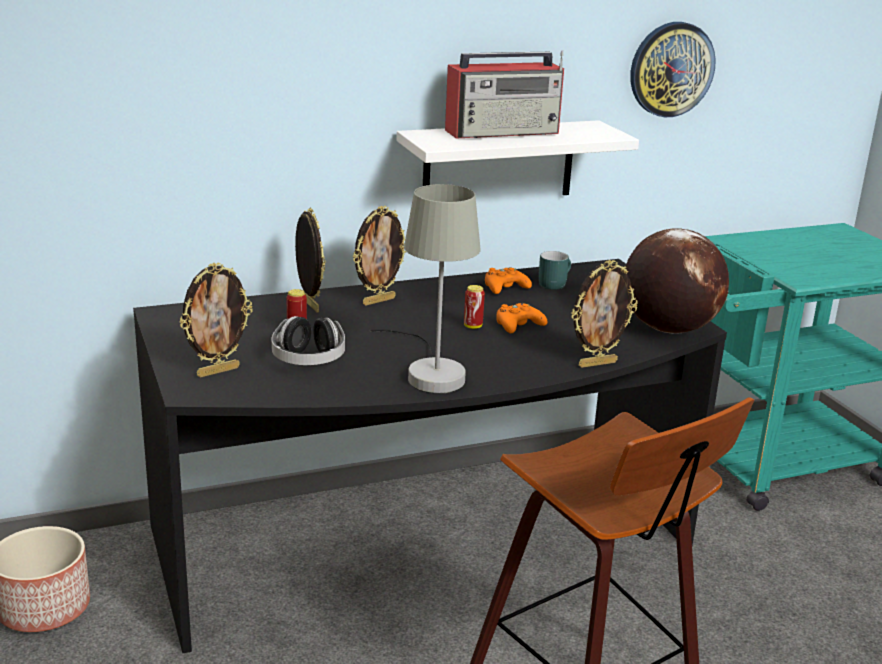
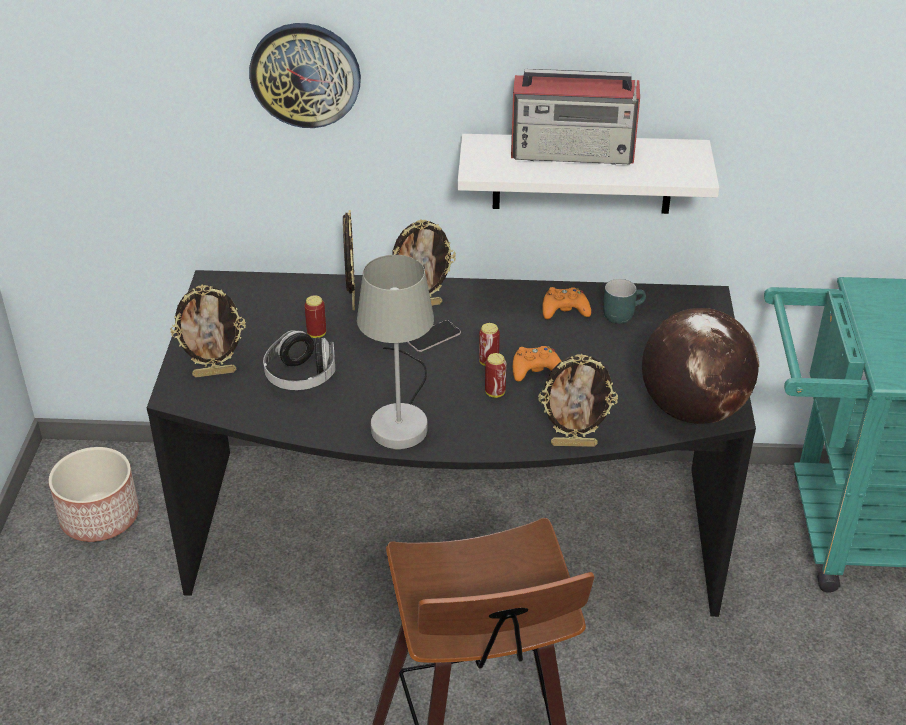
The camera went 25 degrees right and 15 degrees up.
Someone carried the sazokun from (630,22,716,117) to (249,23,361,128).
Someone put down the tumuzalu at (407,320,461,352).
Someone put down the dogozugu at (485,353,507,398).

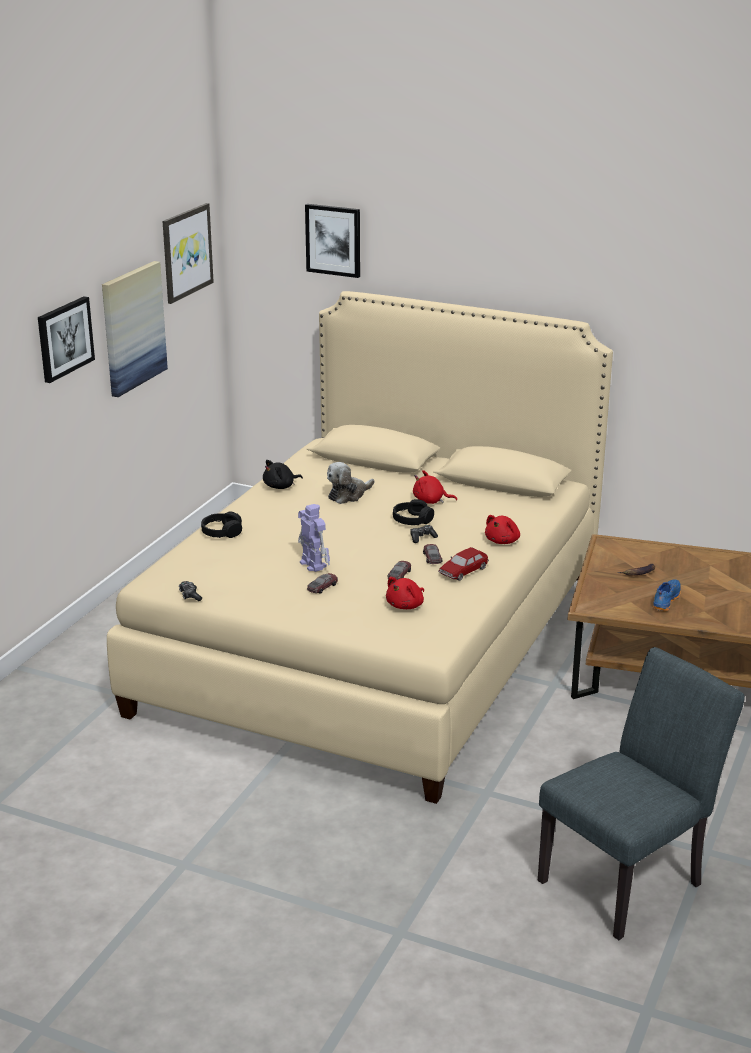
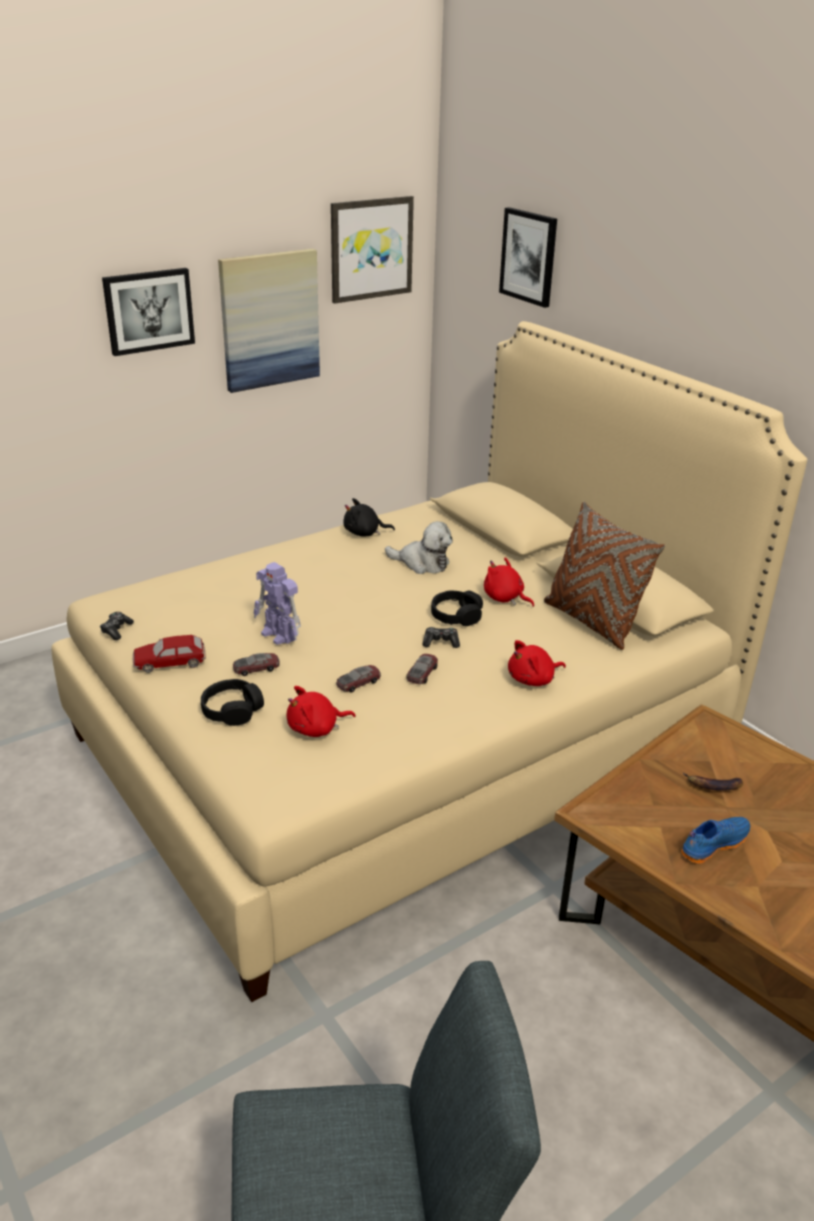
The camera went 30 degrees right and 5 degrees up.
Someone rotated the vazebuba at (327,462,375,504) by 150 degrees counterclockwise.
Someone rotated the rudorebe at (298,504,330,572) by 135 degrees clockwise.
Someone carried the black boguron from (201,511,242,538) to (201,679,264,726).
Someone carried the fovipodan from (438,547,489,581) to (133,635,206,673).
Someone put down the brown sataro at (544,501,665,650).

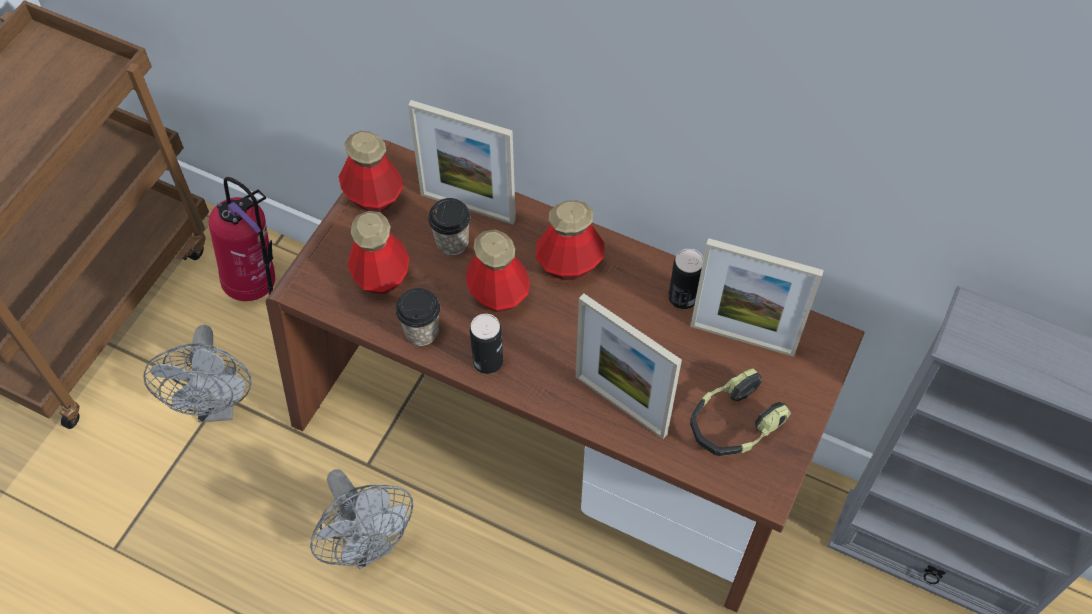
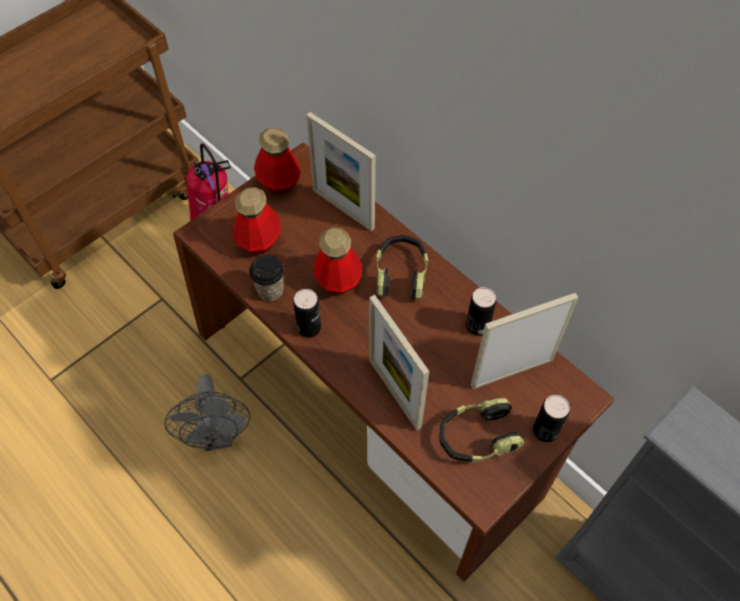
The camera went 20 degrees right and 0 degrees up.
Someone took away the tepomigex at (428,198,471,255).
Someone swapped the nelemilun at (536,201,605,280) for the boguron at (376,235,428,300).
Someone rotated the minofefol at (690,238,824,357) by 120 degrees clockwise.
Someone took away the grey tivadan at (144,325,252,423).
Someone put down the dogozugu at (533,395,570,442).

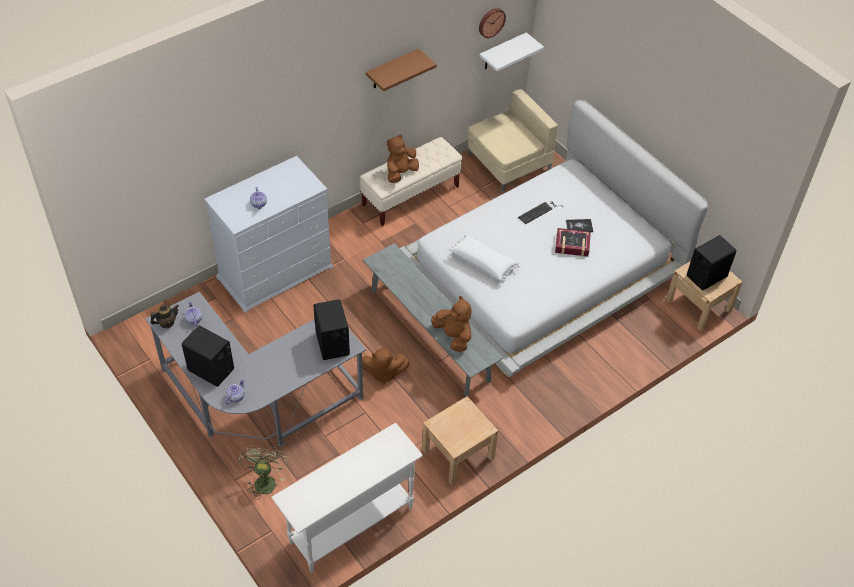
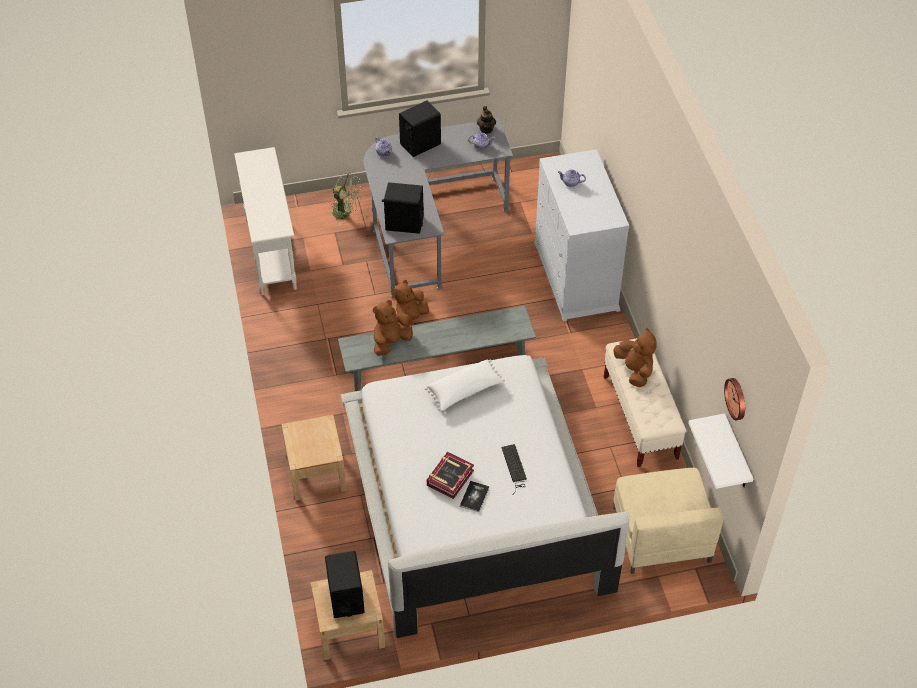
The camera went 115 degrees right and 0 degrees up.
Someone took away the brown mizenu at (366,49,437,91).
Someone rotated the brown vazebuba at (431,296,472,352) by 150 degrees clockwise.
Someone carried the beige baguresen from (422,396,498,485) to (281,415,347,501).

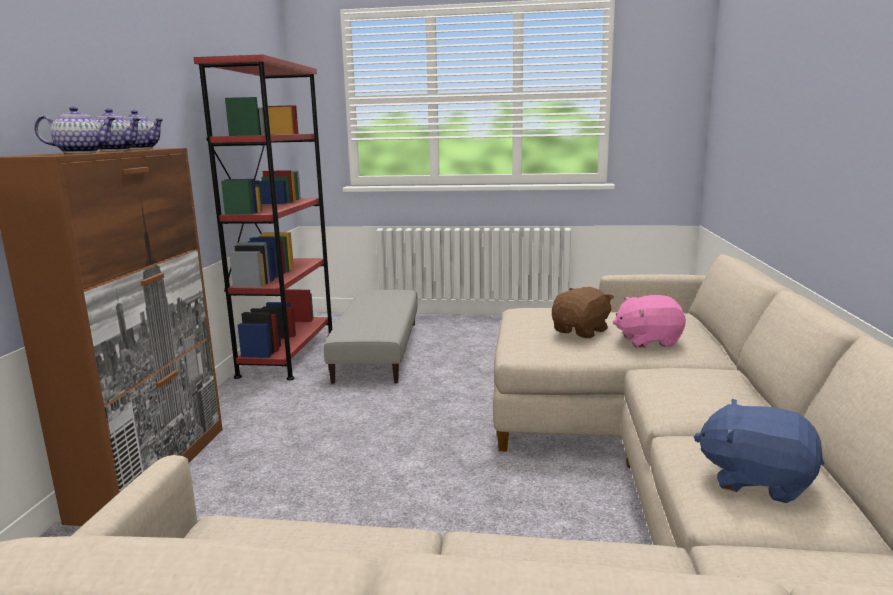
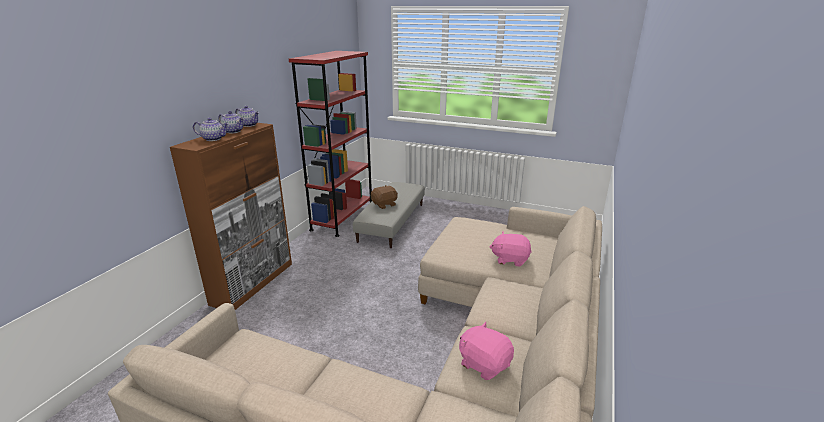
The camera went 15 degrees right and 10 degrees up.
Someone carried the brown vazebuba from (552,287,614,338) to (371,185,398,209).
Someone repainted the blue vazebuba at (694,399,824,503), which became the pink vazebuba at (459,322,514,380).

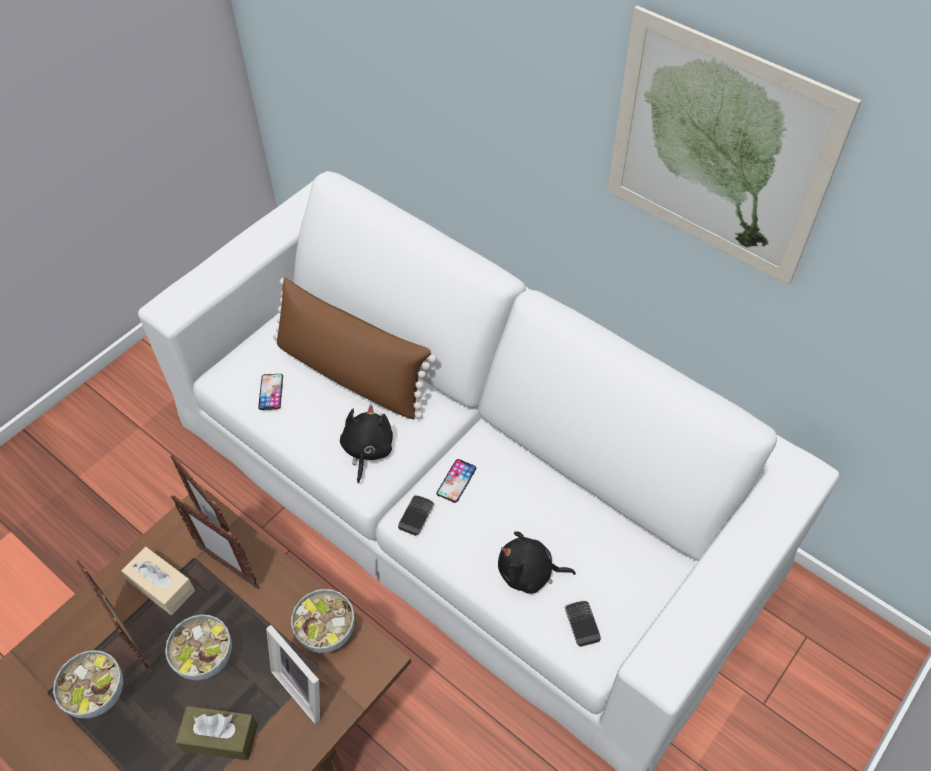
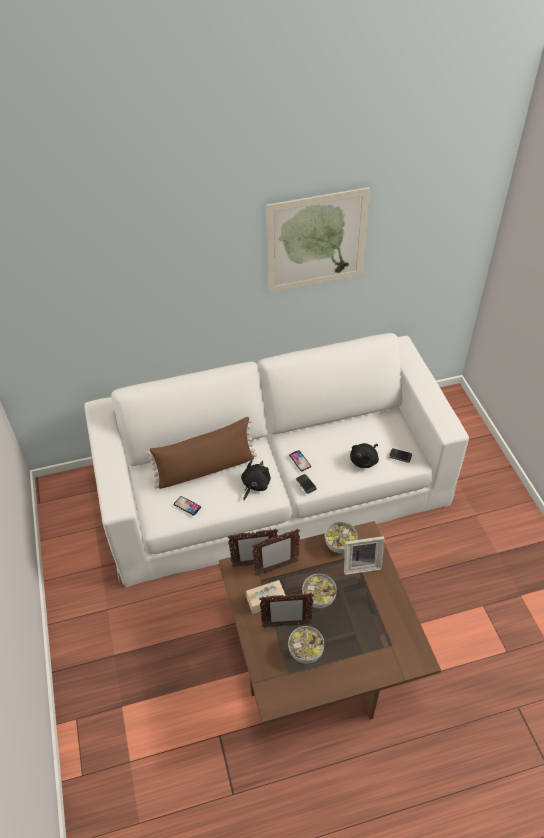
The camera went 55 degrees left and 5 degrees down.
Someone rotated the black vazebuba at (340,404,393,483) by 75 degrees clockwise.
Someone took away the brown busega at (175,706,258,760).

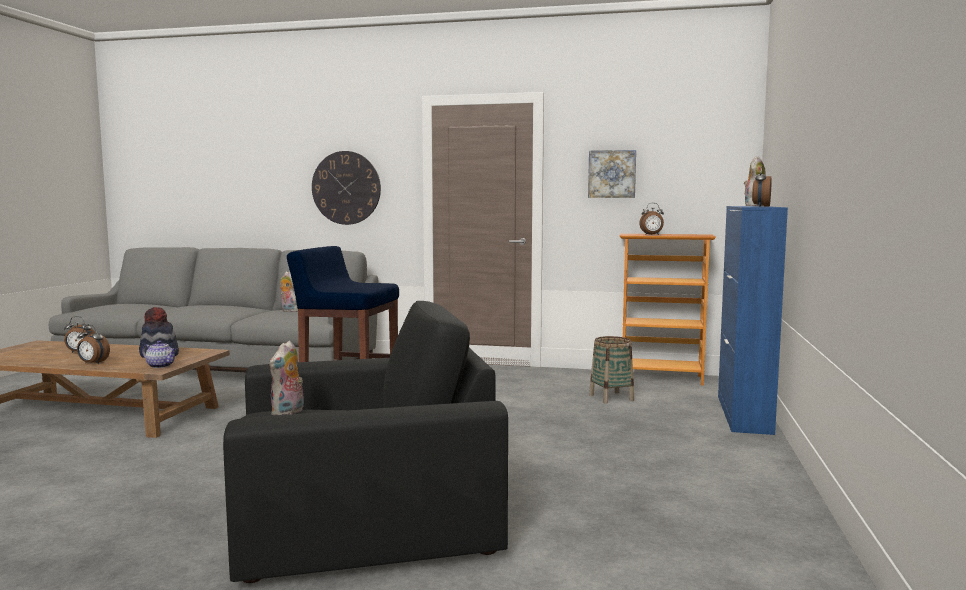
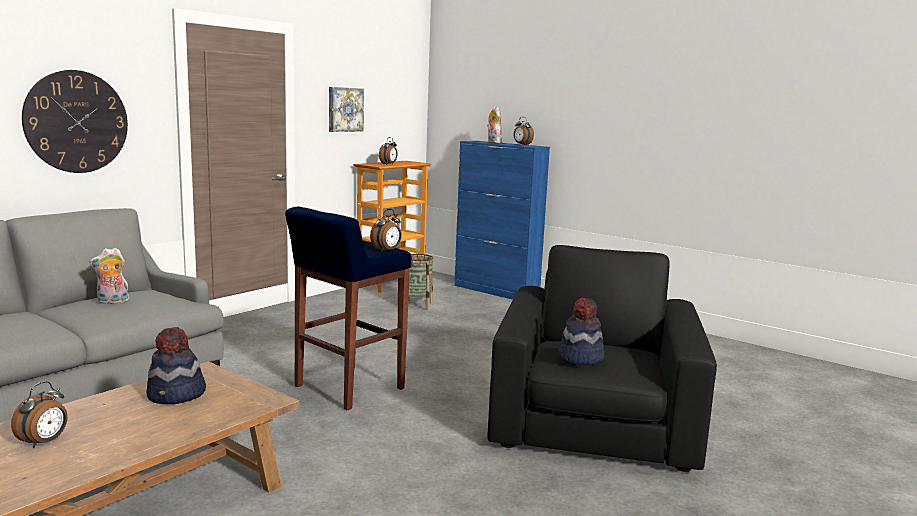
The camera went 65 degrees left and 5 degrees up.
Someone carried the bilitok from (77,325,110,364) to (370,209,402,252).
Someone took away the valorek at (142,340,177,368).
Someone swapped the vazebuba at (269,341,304,416) for the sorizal at (558,298,604,365).

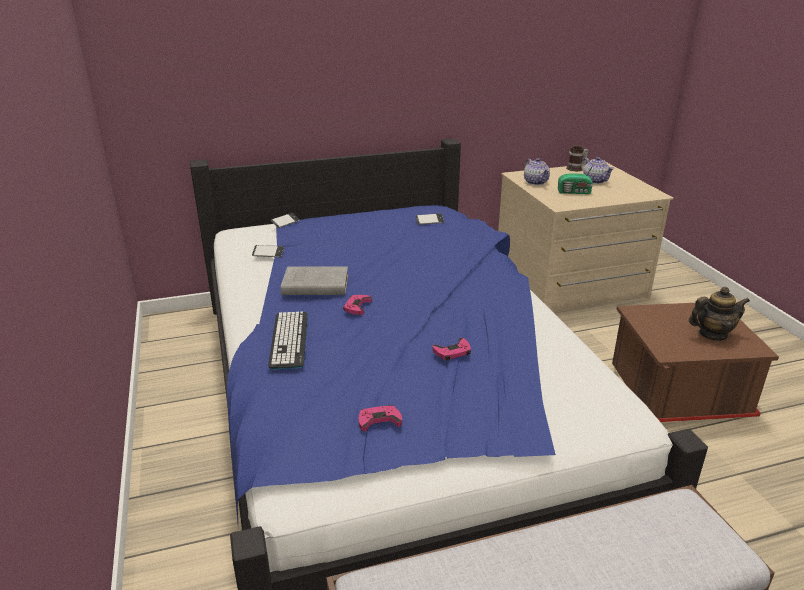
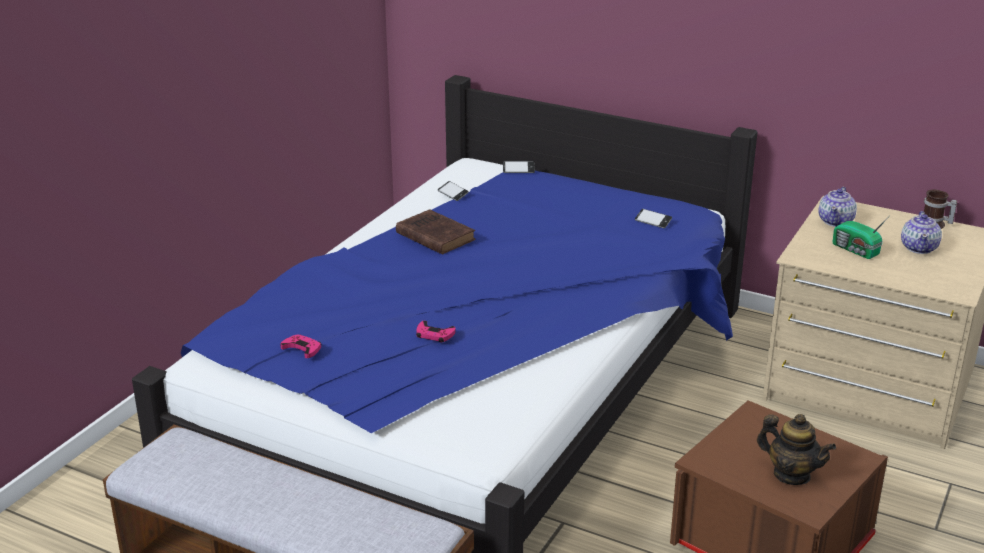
The camera went 45 degrees right and 0 degrees up.
Someone repainted the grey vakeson at (281,267,348,295), which became the brown vakeson at (396,209,475,254).
Someone took away the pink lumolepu at (343,295,372,315).
Someone took away the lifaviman at (268,311,308,369).

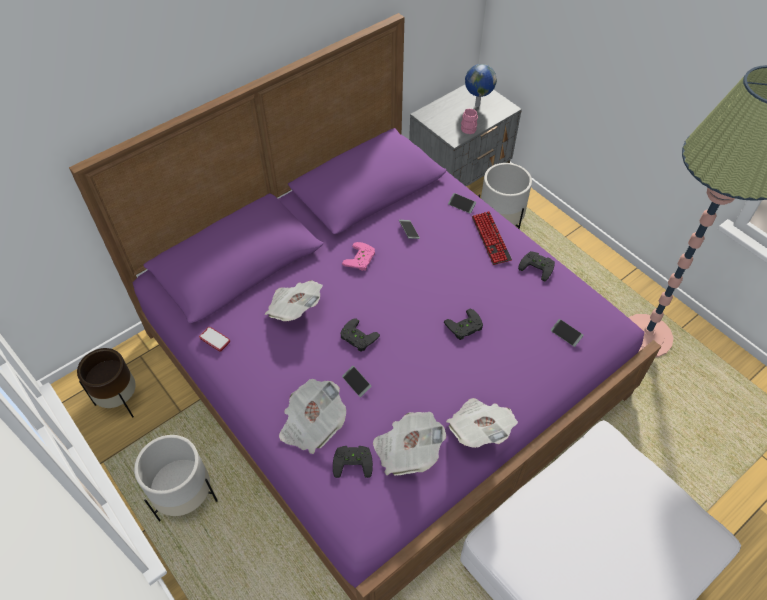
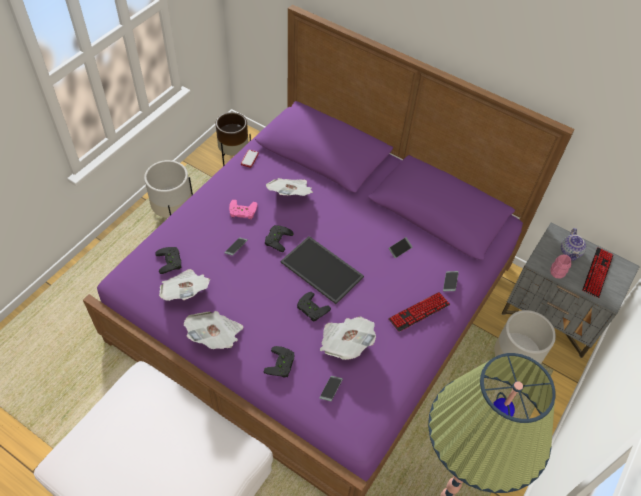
The camera went 70 degrees right and 0 degrees up.
Someone swapped the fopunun at (465,64,497,107) for the lifaviman at (582,247,613,298).
Someone carried the pink lumolepu from (342,242,375,271) to (229,200,258,219).
Someone carried the black lumolepu from (518,251,555,282) to (264,346,294,378).
Someone carried the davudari from (279,379,346,454) to (320,317,376,360).
Someone put down the valorek at (561,228,586,261).
Someone put down the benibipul at (281,236,364,304).

